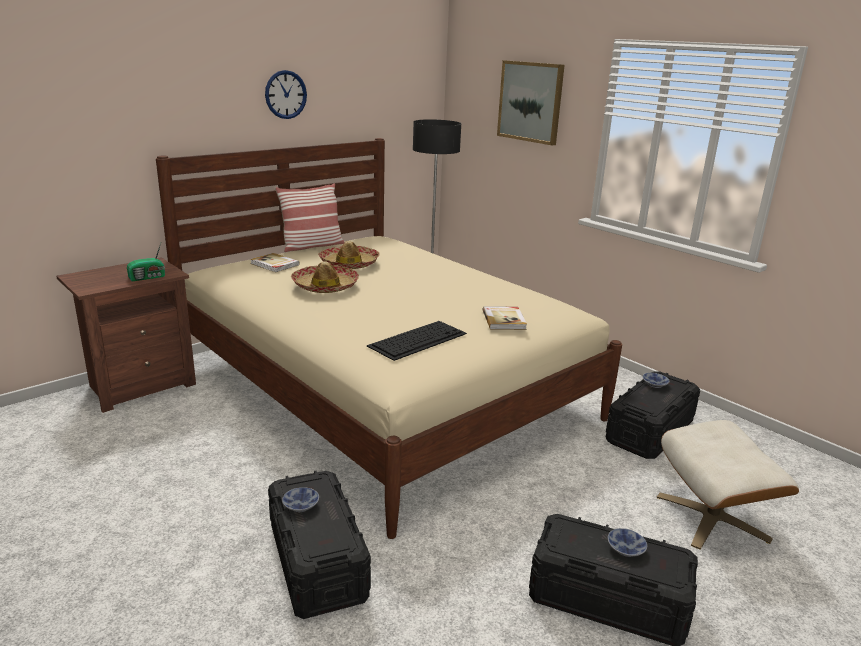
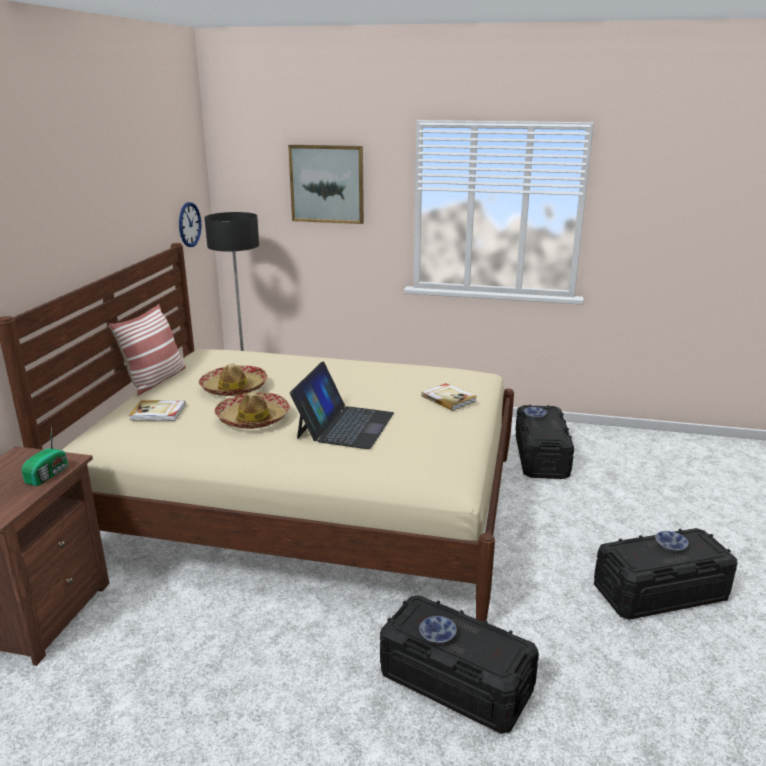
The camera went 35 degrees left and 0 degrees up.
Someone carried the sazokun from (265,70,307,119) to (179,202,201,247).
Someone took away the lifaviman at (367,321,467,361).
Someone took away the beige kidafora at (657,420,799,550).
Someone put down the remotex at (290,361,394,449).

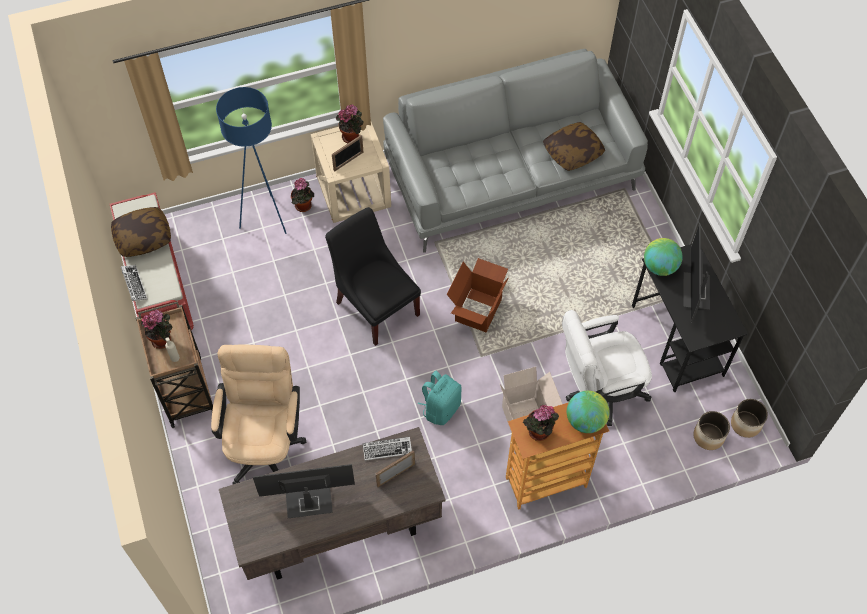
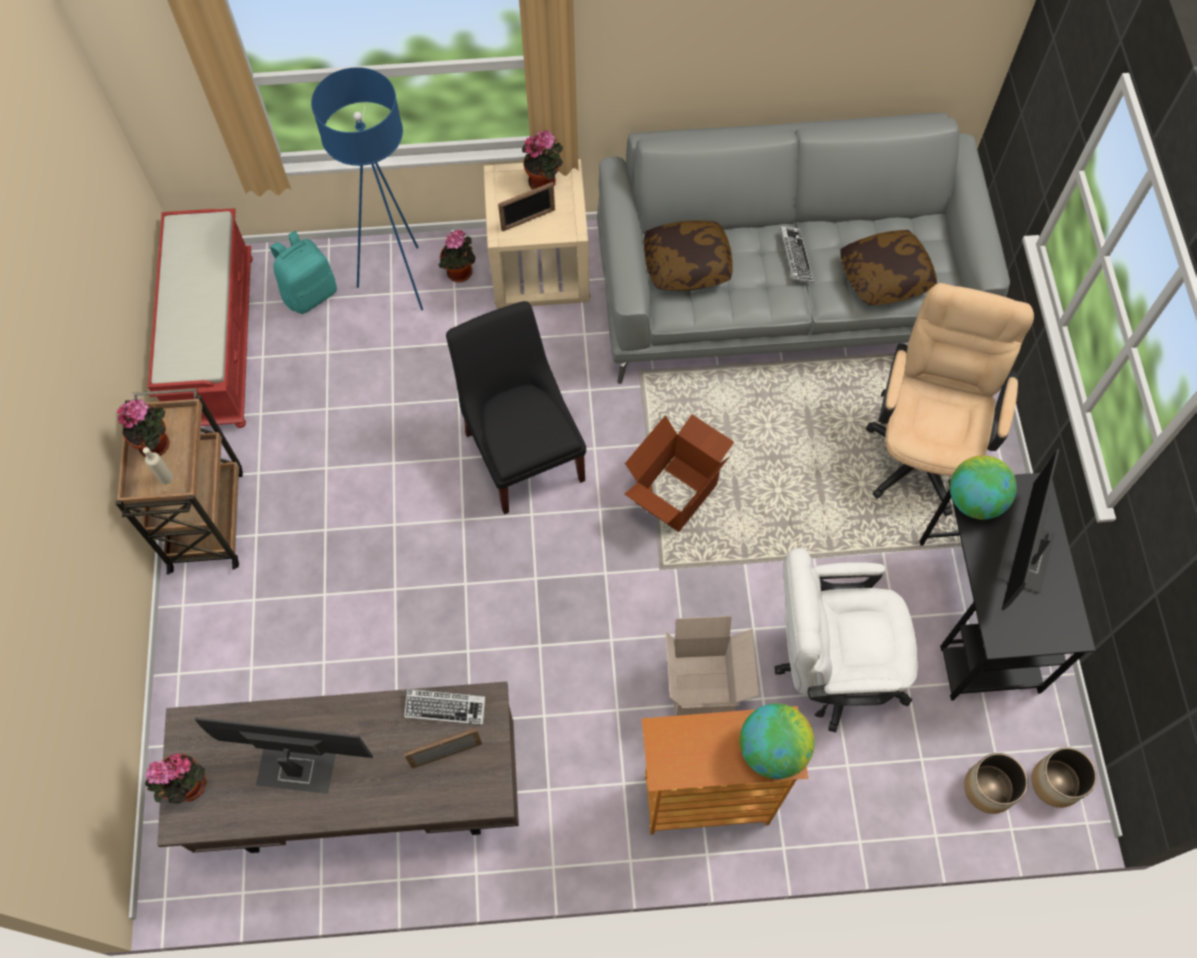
The camera went 15 degrees right and 5 degrees up.
Someone carried the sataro from (111,207,171,257) to (644,220,733,291).
Someone carried the lifaviman from (121,265,147,301) to (780,226,814,282).
Someone carried the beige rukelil from (211,345,307,484) to (866,283,1034,517).
Someone carried the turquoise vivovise from (418,371,461,425) to (270,231,337,314).
Someone carried the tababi from (523,405,559,441) to (145,753,207,803).

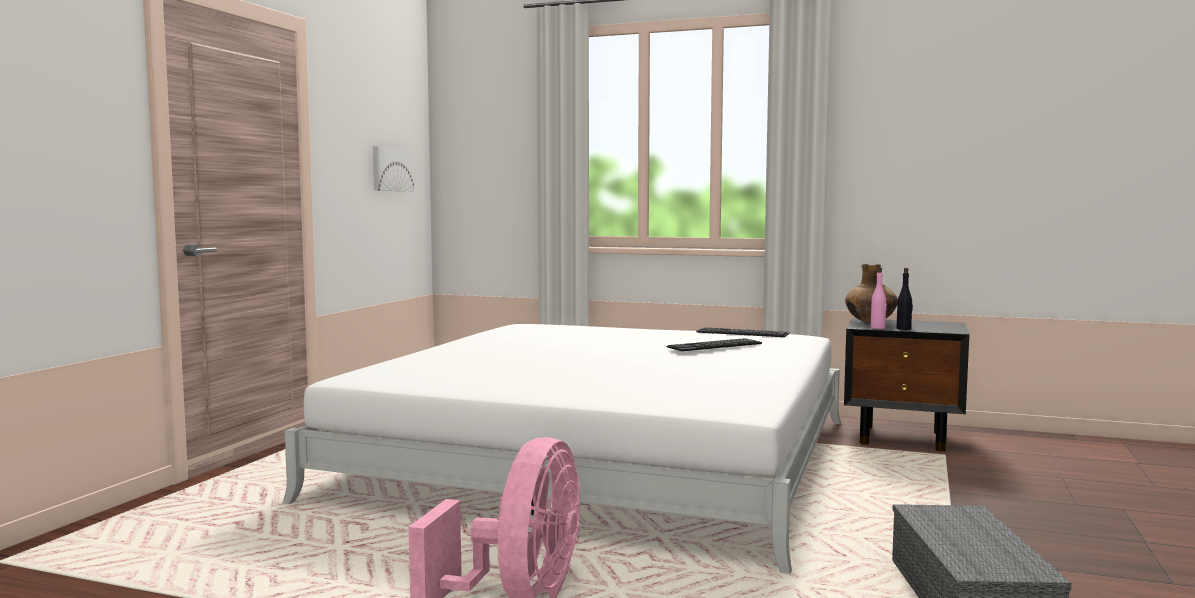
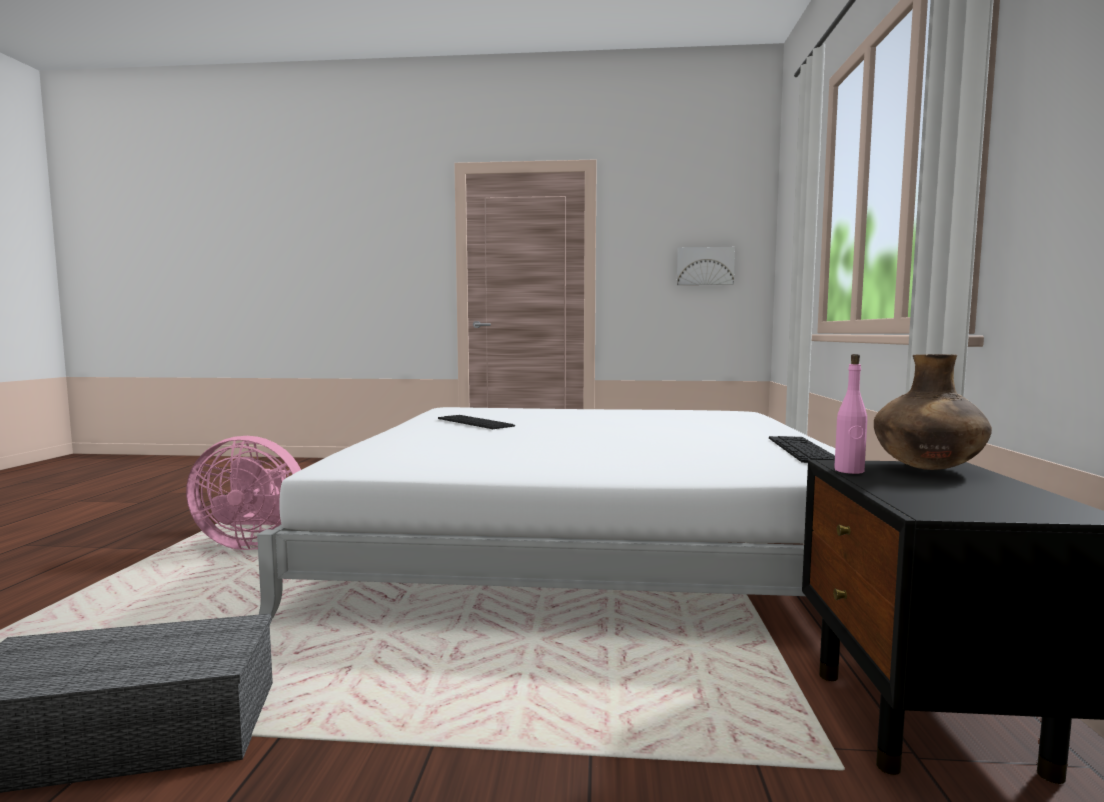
The camera went 75 degrees right and 0 degrees up.
Someone took away the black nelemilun at (896,268,913,330).
Someone carried the lifaviman from (667,338,762,351) to (438,415,515,429).

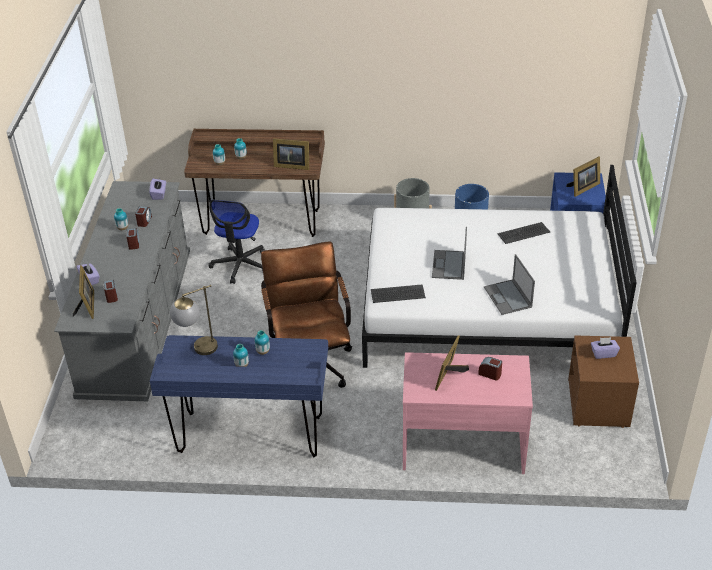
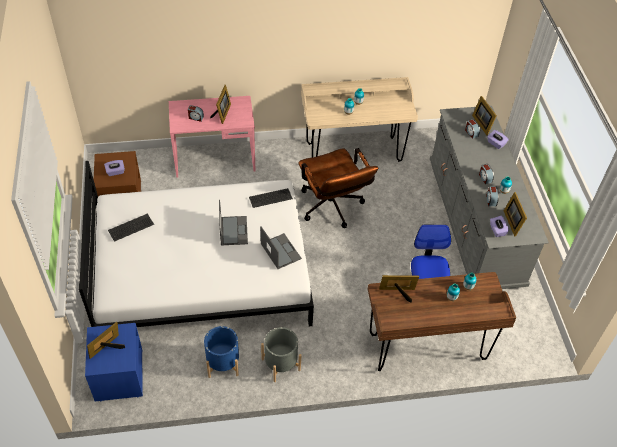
The camera went 165 degrees right and 10 degrees up.
Someone carried the lifaviman from (498,222,550,244) to (108,214,154,242).
Someone carried the remotex from (484,254,535,315) to (260,226,302,269).
Someone took away the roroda at (170,285,218,355).
Someone repainted the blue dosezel at (150,335,328,457), which became the beige dosezel at (301,77,418,162).
Someone put down the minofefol at (504,192,527,236).

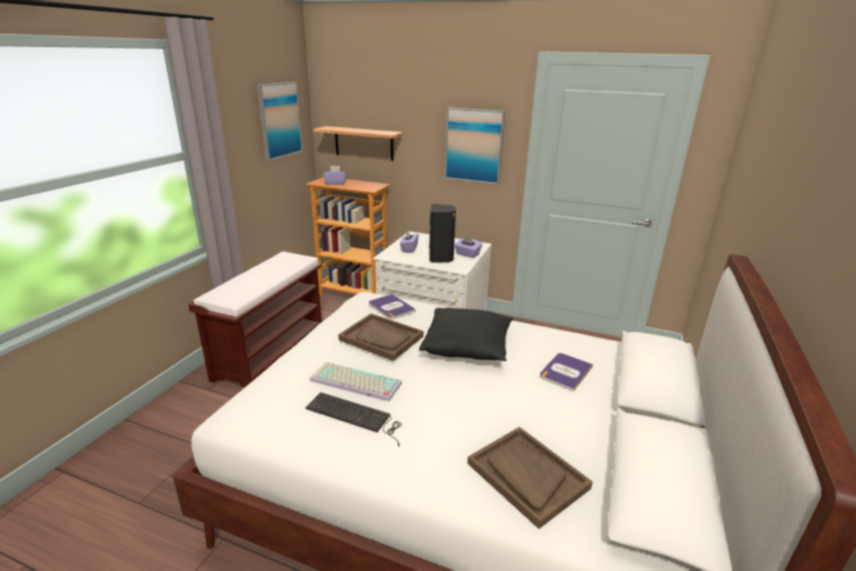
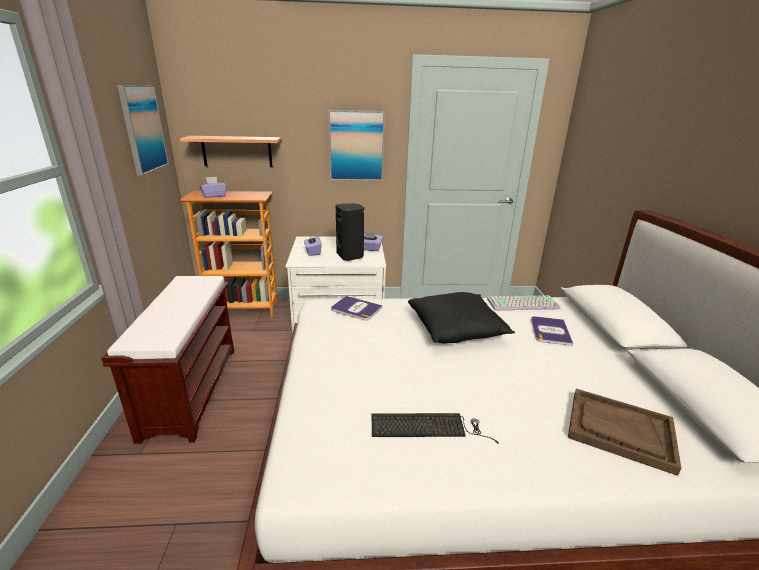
The camera went 25 degrees left and 0 degrees up.
Someone took away the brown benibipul at (338,314,424,361).
Someone carried the lifaviman from (310,362,402,401) to (487,295,561,310).

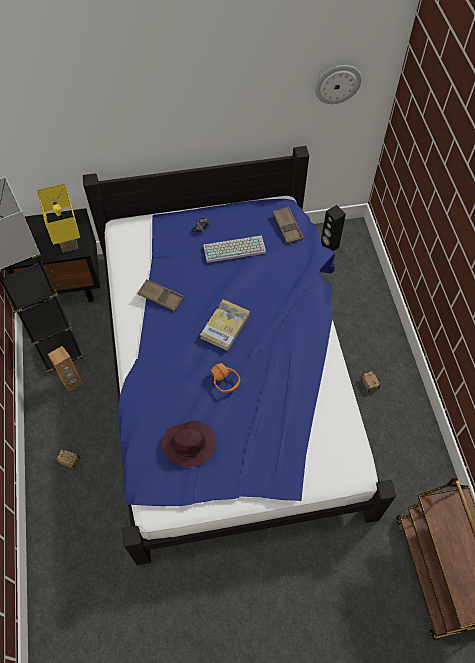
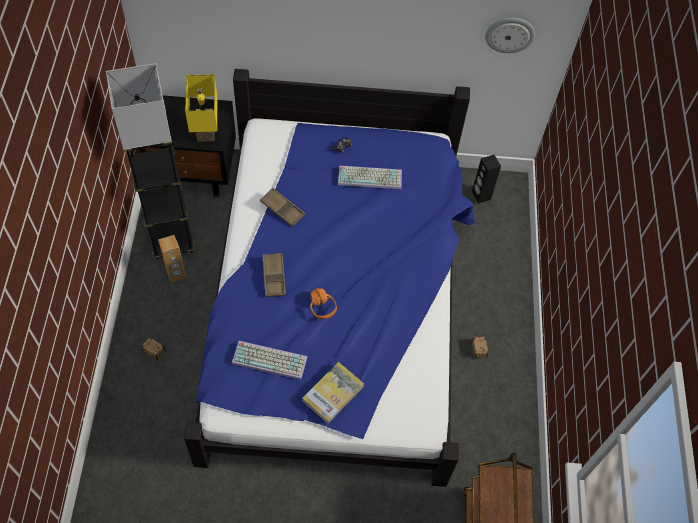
The camera went 10 degrees right and 0 degrees up.
Someone carried the brown benibipul from (273,207,303,244) to (263,253,286,297).
Someone carried the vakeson from (200,299,250,351) to (303,362,364,423).
Someone swapped the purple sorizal at (162,421,216,467) for the lifaviman at (232,341,307,380).

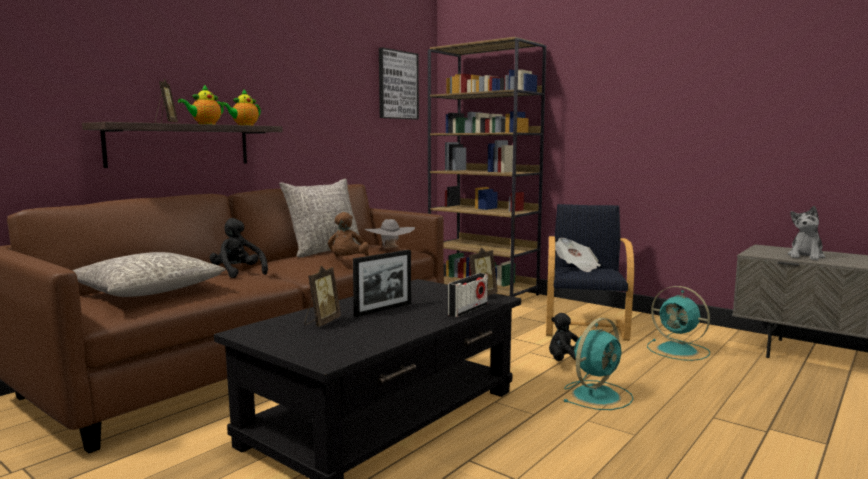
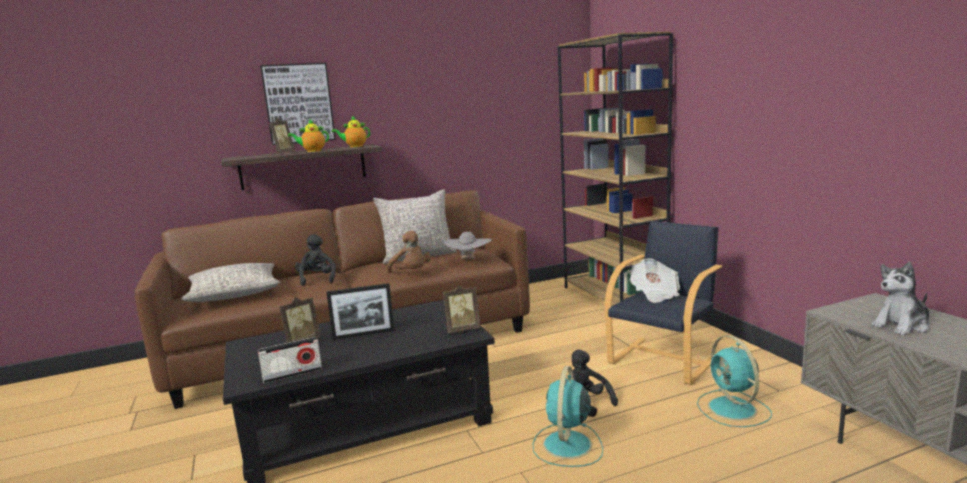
The camera went 30 degrees right and 5 degrees up.
Someone carried the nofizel from (379,47,419,120) to (260,63,336,145).
Someone rotated the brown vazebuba at (328,212,369,257) by 75 degrees counterclockwise.
Someone carried the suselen from (448,273,488,317) to (258,337,322,383).
Someone rotated the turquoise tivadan at (563,318,633,410) by 120 degrees clockwise.

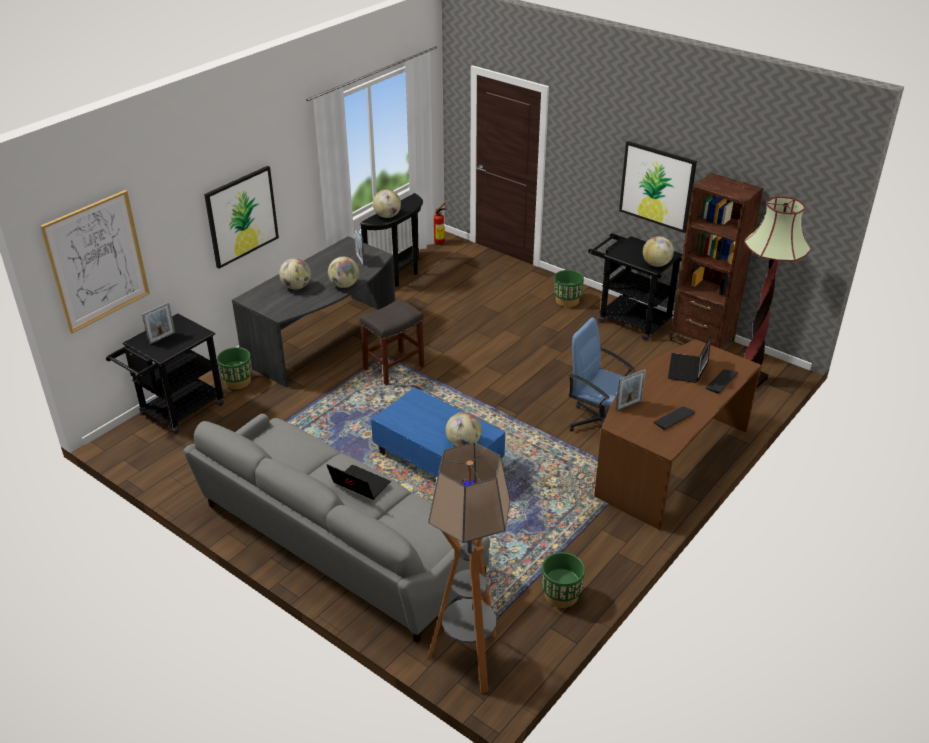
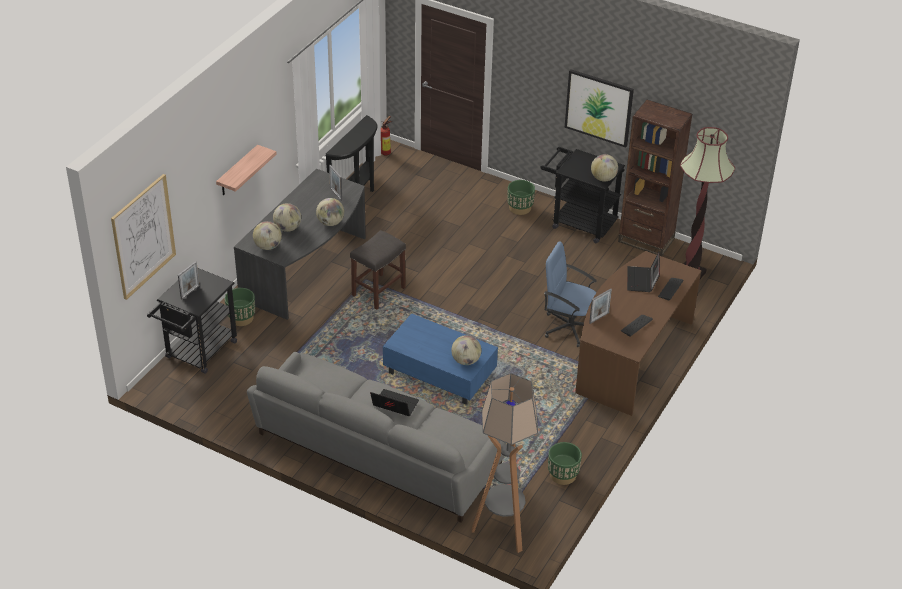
The camera went 10 degrees left and 5 degrees up.
Someone swapped the nofizel at (204,166,279,269) for the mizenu at (216,145,277,195).
Someone carried the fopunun from (373,189,401,218) to (253,221,282,250).

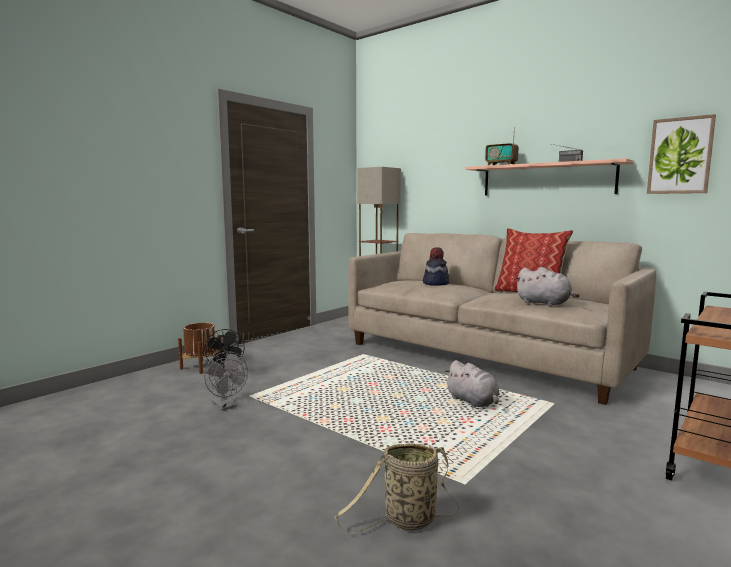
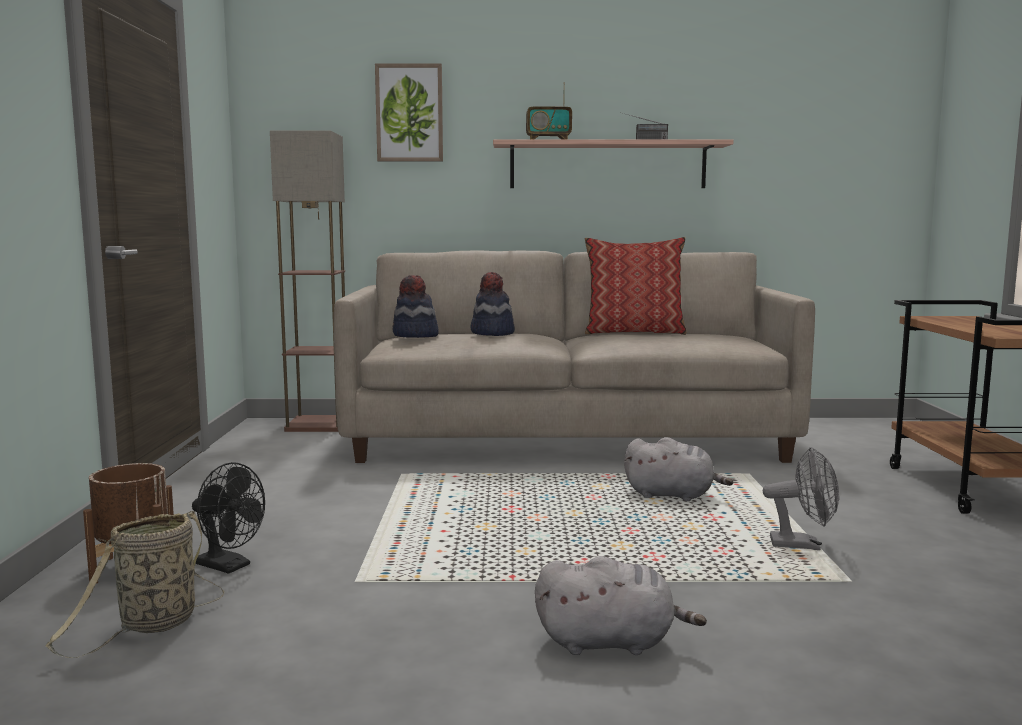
The camera went 40 degrees left and 0 degrees up.
Someone carried the nofizel from (647,114,716,194) to (375,64,443,162).
Someone carried the grey vazebuba from (515,267,580,306) to (535,556,707,655).
Someone carried the grey tivadan from (204,351,248,410) to (763,447,839,550).
Someone carried the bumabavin from (334,443,460,533) to (46,511,225,658).
Someone put down the sorizal at (393,275,439,338).

